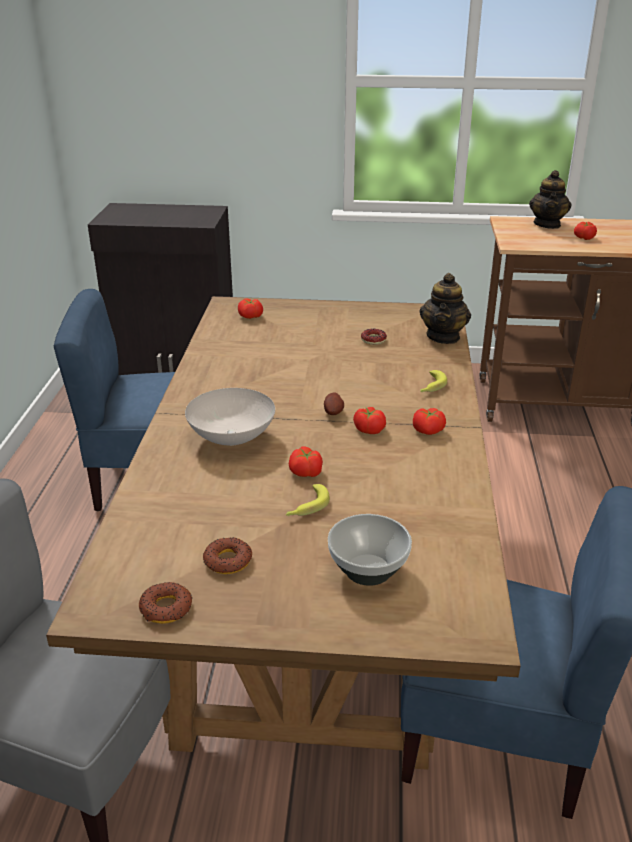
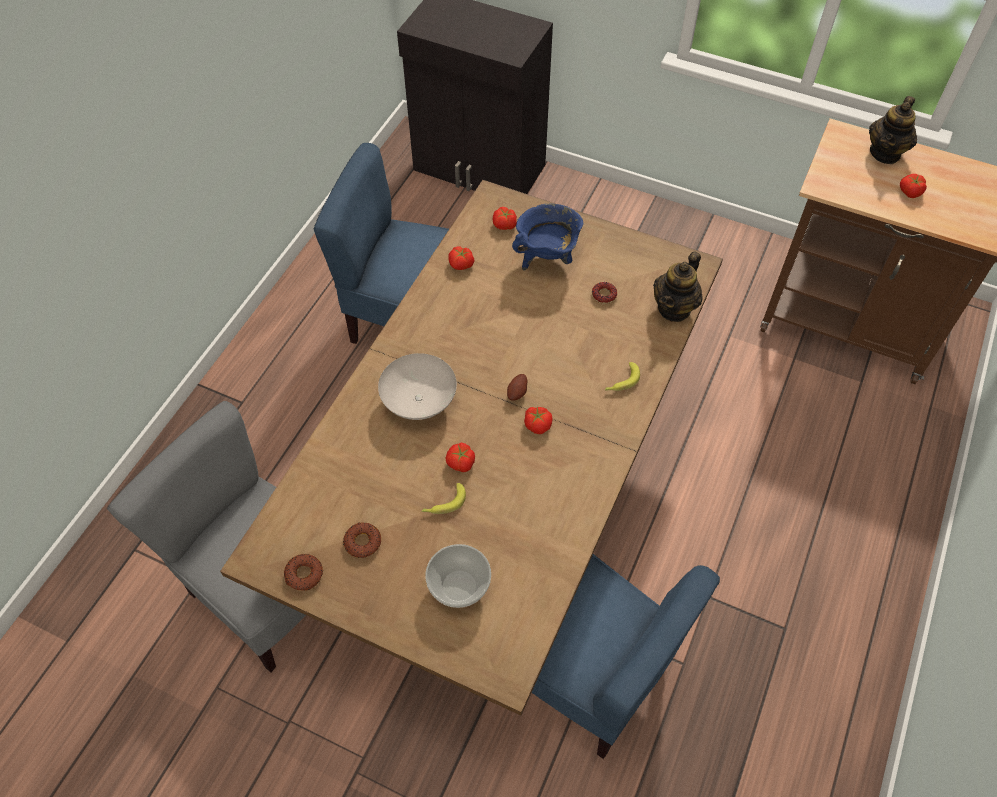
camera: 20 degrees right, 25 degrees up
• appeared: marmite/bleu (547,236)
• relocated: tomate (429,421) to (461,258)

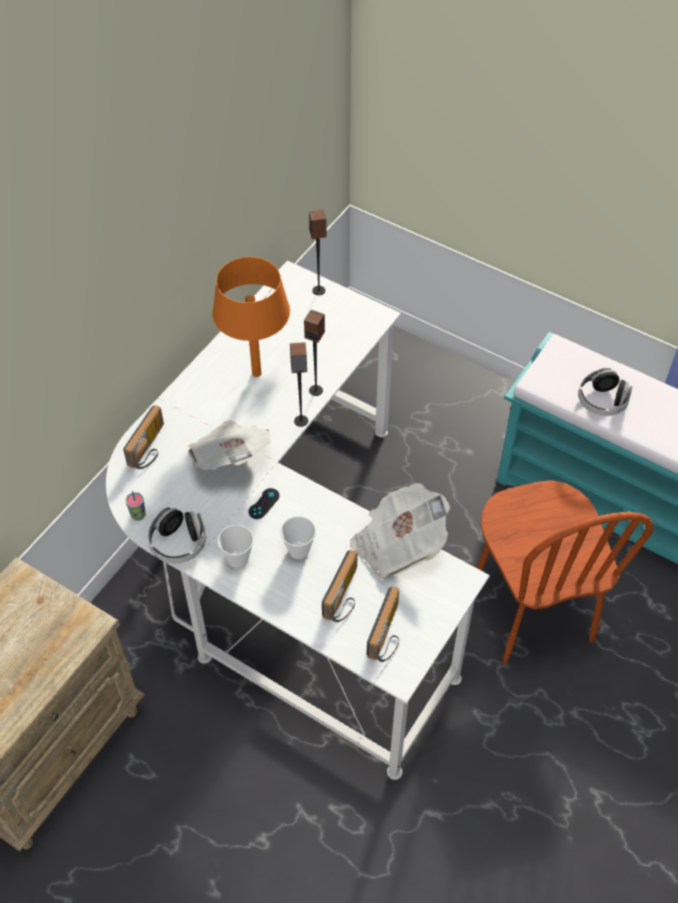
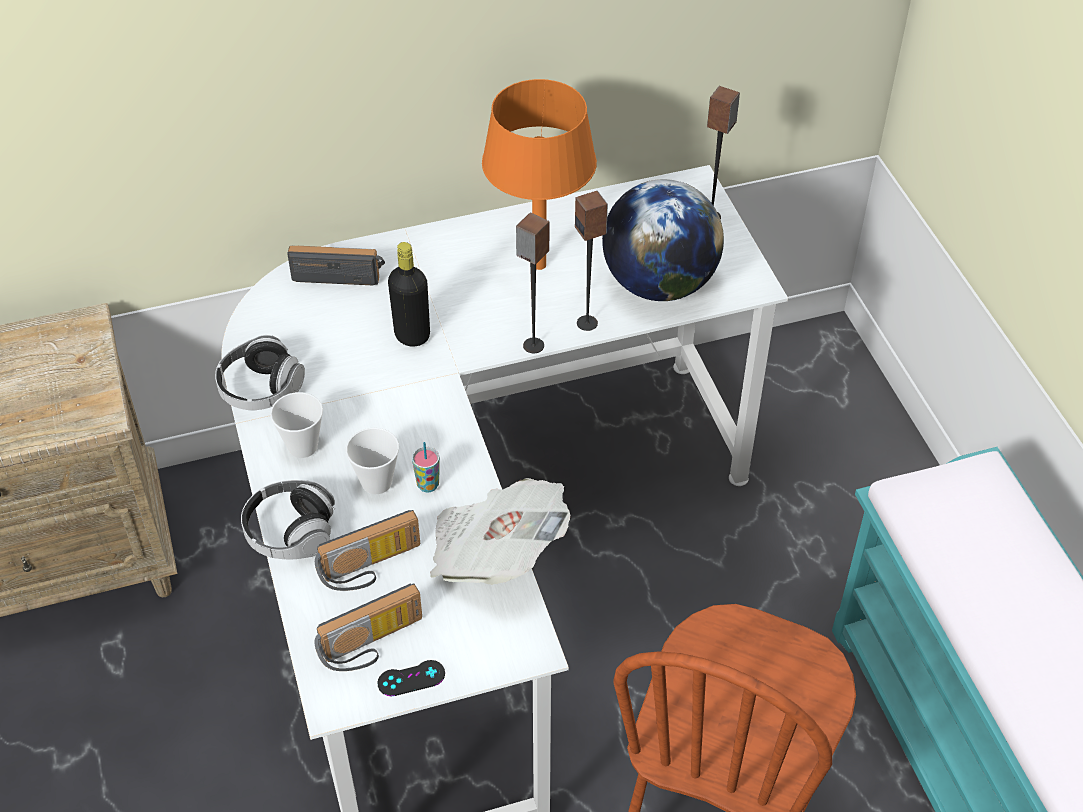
camera: 40 degrees right, 5 degrees down
• appeared: globe (663,240)
• relocated: tasse (135,506) to (426,467)
• relocated: manette/noir (264,503) to (411,678)
• relocated: casque audio (605,392) to (288,519)
• exchanged: journal (229,445) to bouteille/noir (409,294)
• spun: radio (143,437) = (336,265) 150 degrees counterclockwise

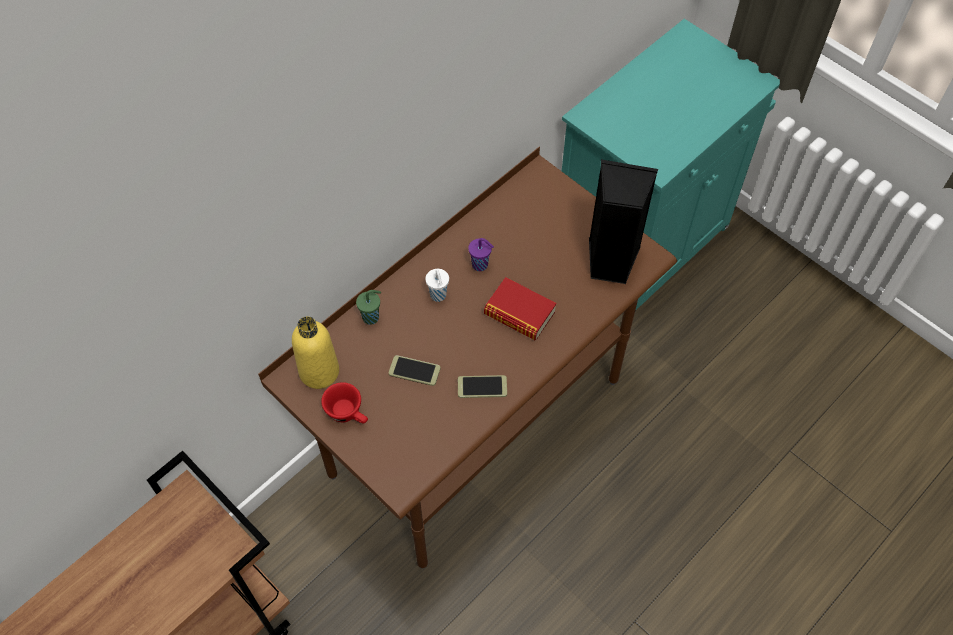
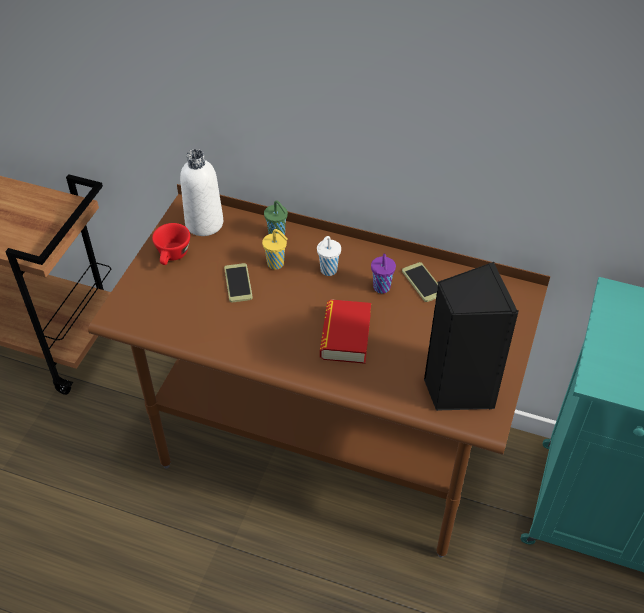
camera: 65 degrees right, 10 degrees down
• appeared: tasse/jaune (275,249)
• relocated: téléphone (482,386) to (420,282)
• colour: bouteille/jaune (315,352) to bouteille/blanc (201,192)

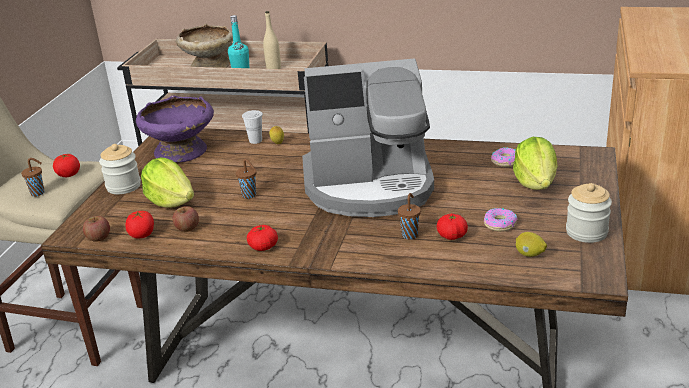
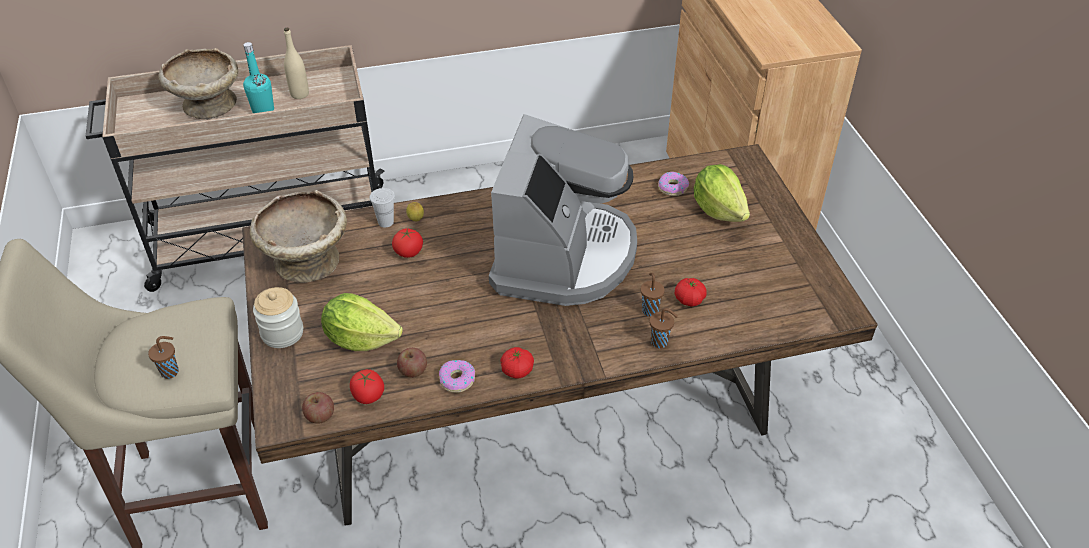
camera: 30 degrees left, 15 degrees up
• missing: citron (531,244)
• missing: bocal (589,213)
• relocated: tomate (66,165) to (407,243)
• relocated: tasse/marron (246,179) to (664,328)
• relocated: beignet (500,220) to (457,376)
• colour: bol/violet (175,128) to bol/beige (298,236)
• spun: machine à café (368,137) = (563,210) 45 degrees counterclockwise

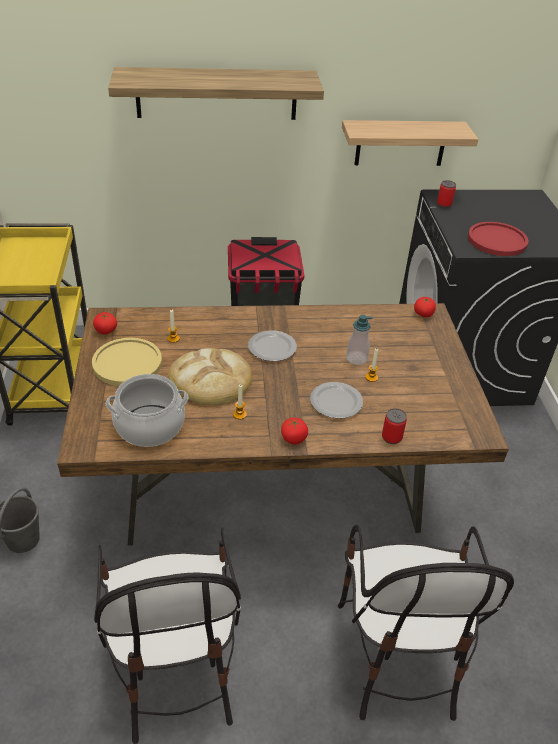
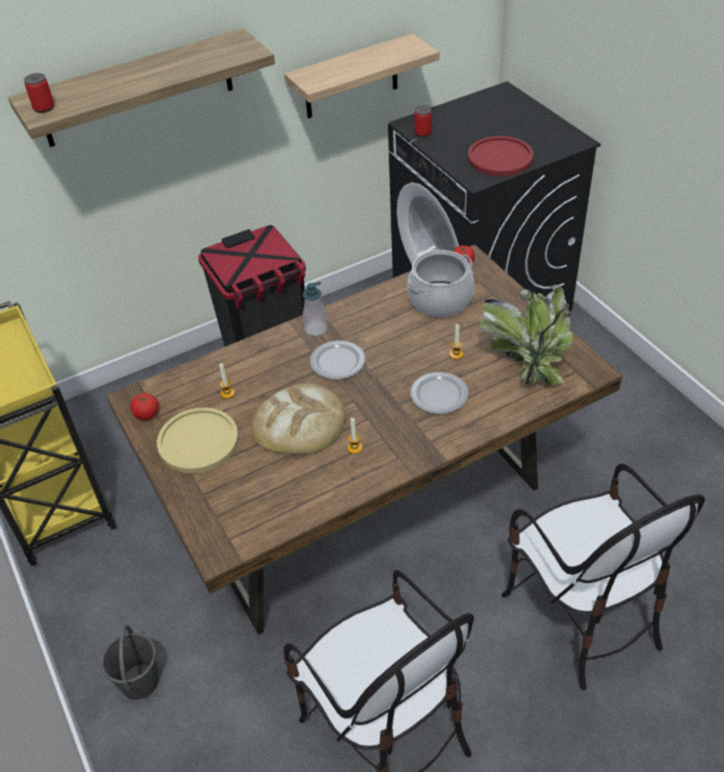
camera: 20 degrees left, 5 degrees up
• missing: tomate (294,431)
• appeared: plante en pot (526,335)
• relocated: marmite (147,410) to (440,283)
• relocated: distributeur de savon (359,340) to (315,309)
• relocated: boîte métallique (394,426) to (39,93)

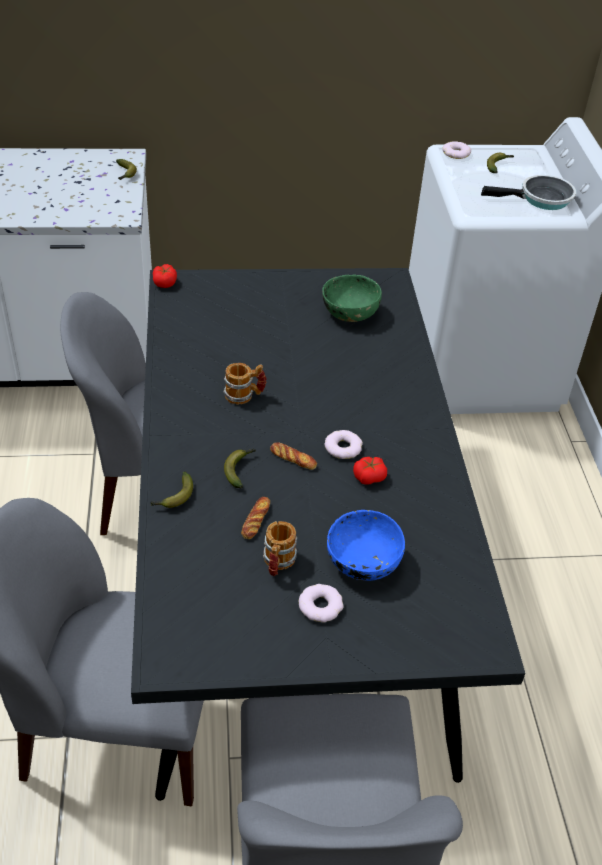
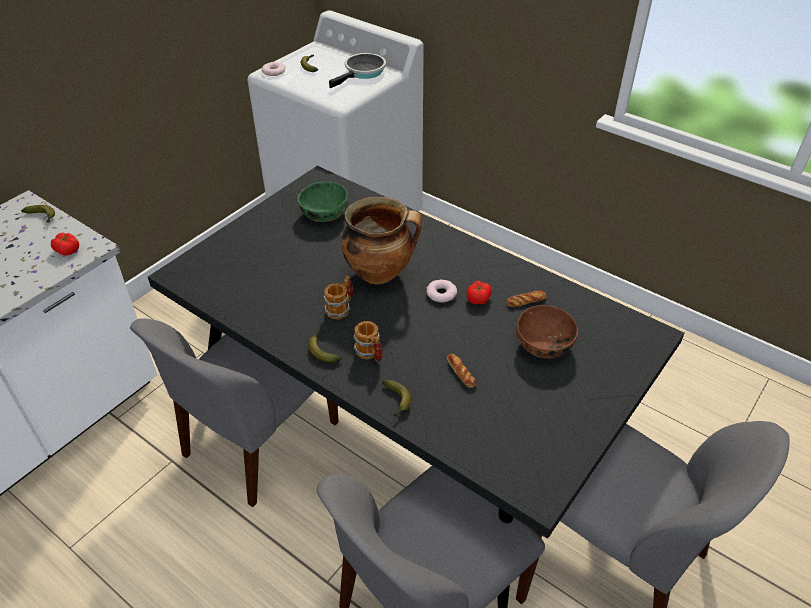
camera: 45 degrees left, 0 degrees up
• missing: beignet (321,603)
• appeared: marmite (381,240)
• relocated: tomate (165,276) to (65,244)
• relocated: banane (240,468) to (325,346)
• relocated: mug (280,548) to (368,341)
• relocated: pain (293,456) to (526,298)
• colour: bol/bleu (366,545) to bol/marron (547,332)

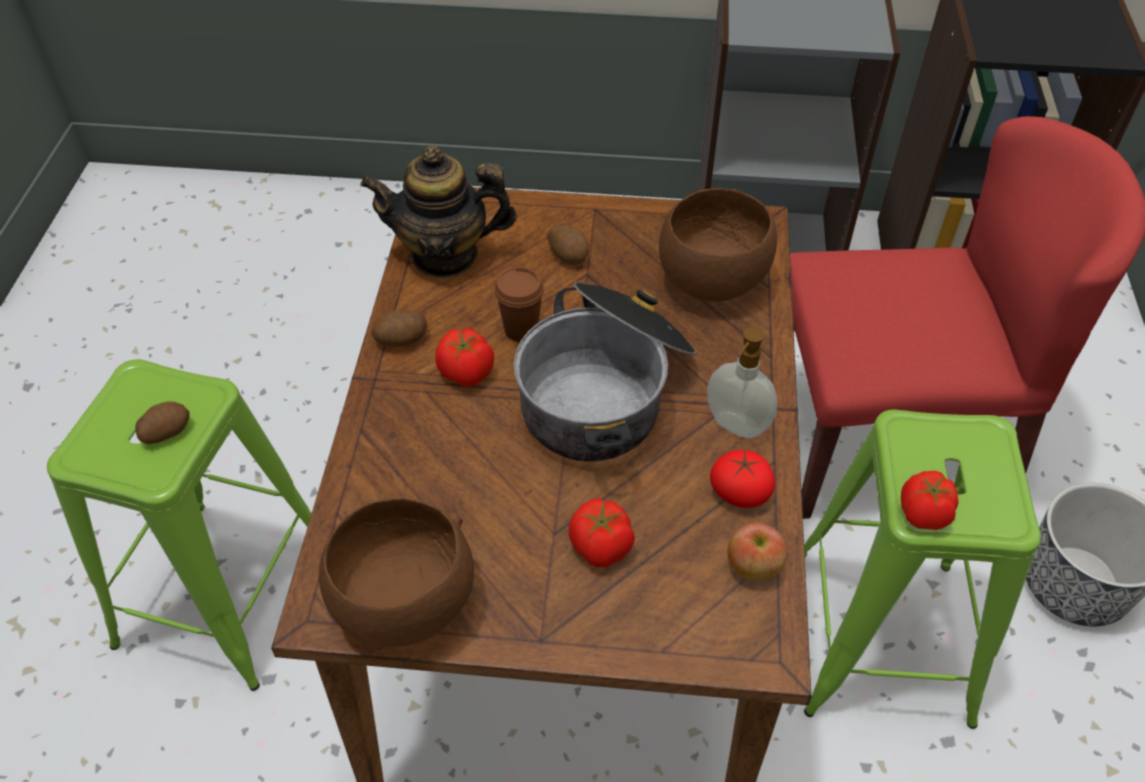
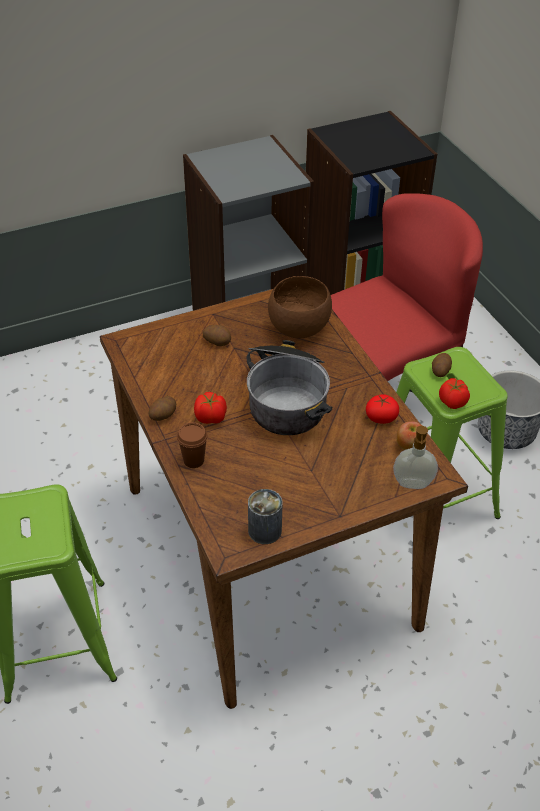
camera: 30 degrees left, 5 degrees down
• missing: théière (438,212)
• missing: tomate (602,532)
• relocated: pomme de terre (162,422) to (442,365)
• relocated: tasse/marron (519,304) to (192,445)
• relocated: distributeur de savon (742,382) to (415,457)
• exchanged: bol/marron (396,572) to boîte métallique (265,516)

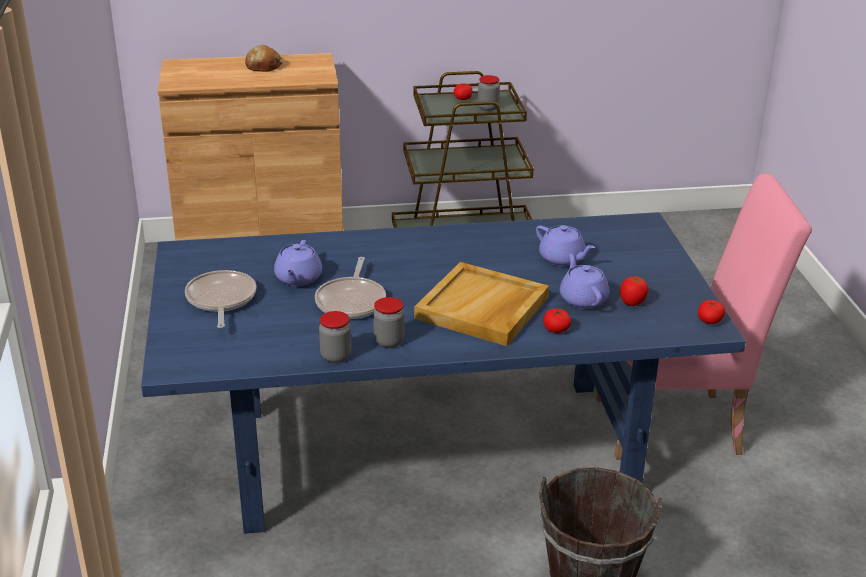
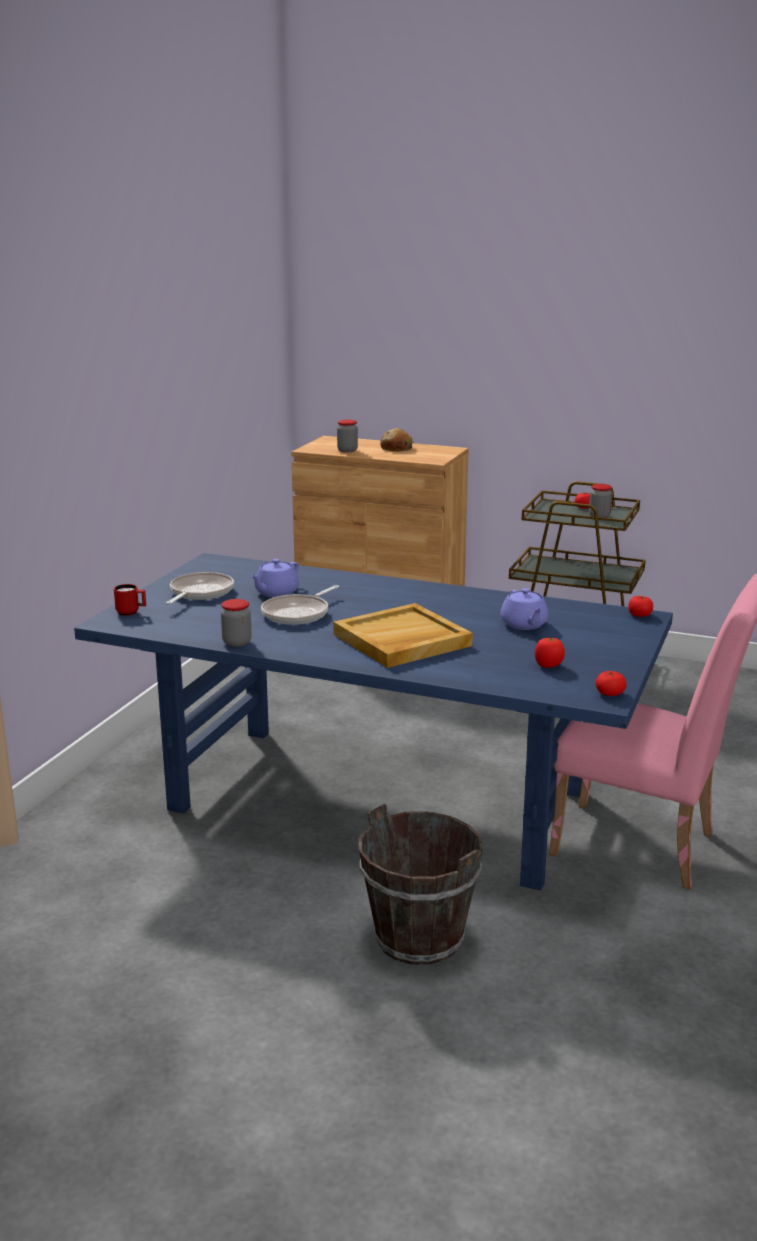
camera: 30 degrees right, 10 degrees down
• missing: théière/violet (584,281)
• appeared: mug/rouge (130,600)
• relocated: bocal (389,322) to (347,436)
• relocated: tomate (557,321) to (640,606)

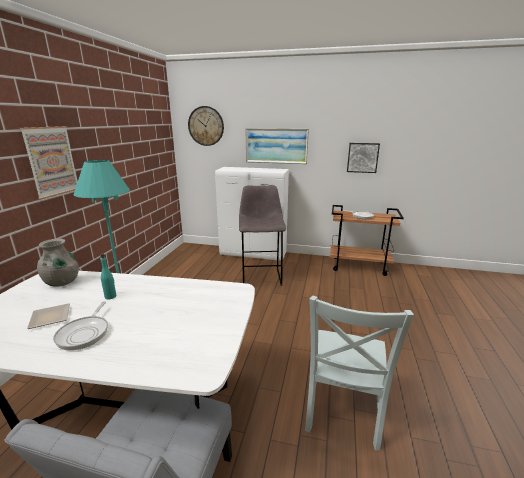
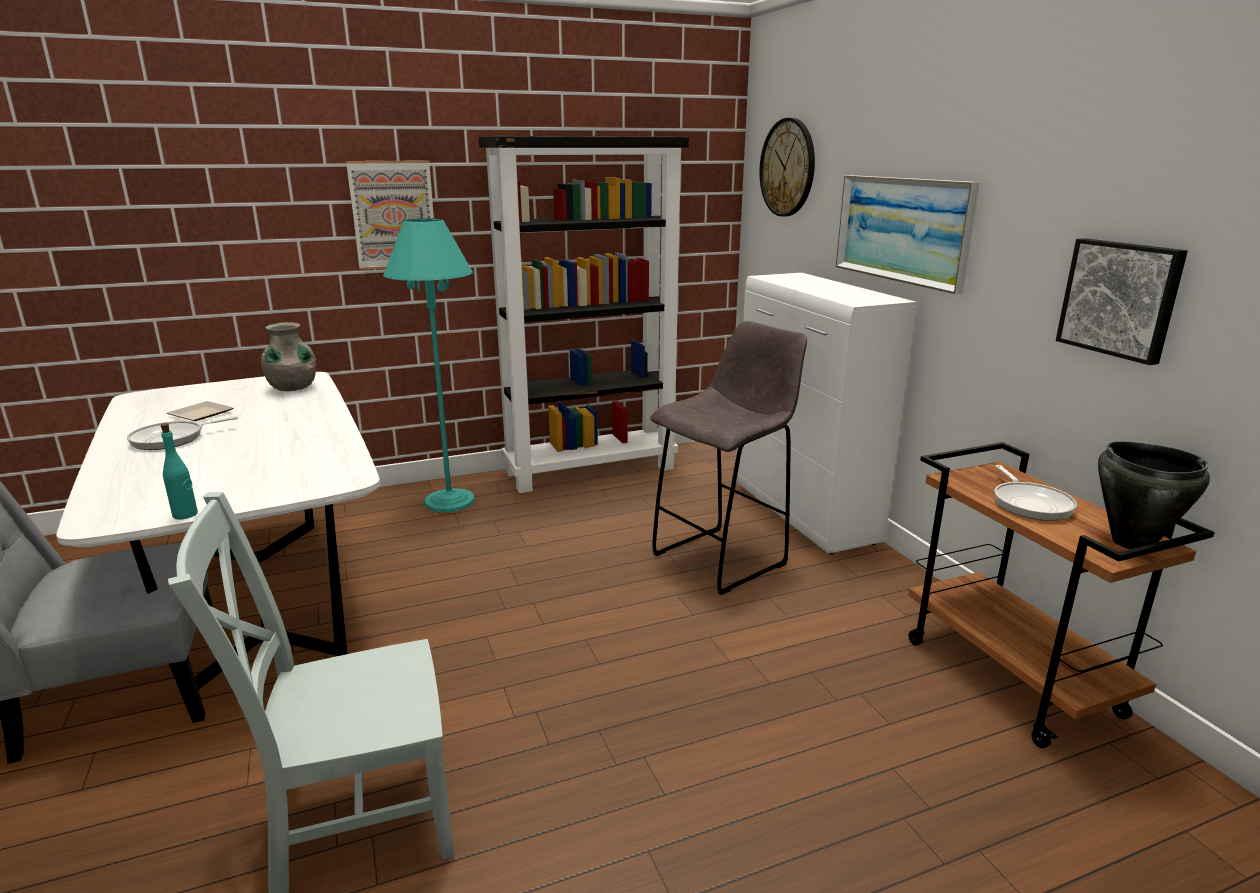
camera: 55 degrees right, 0 degrees up
• appeared: bibliothèque/noir (583,314)
• appeared: marmite/noir (1154,495)
• relocated: bouteille/turquoise (108,276) to (179,471)

